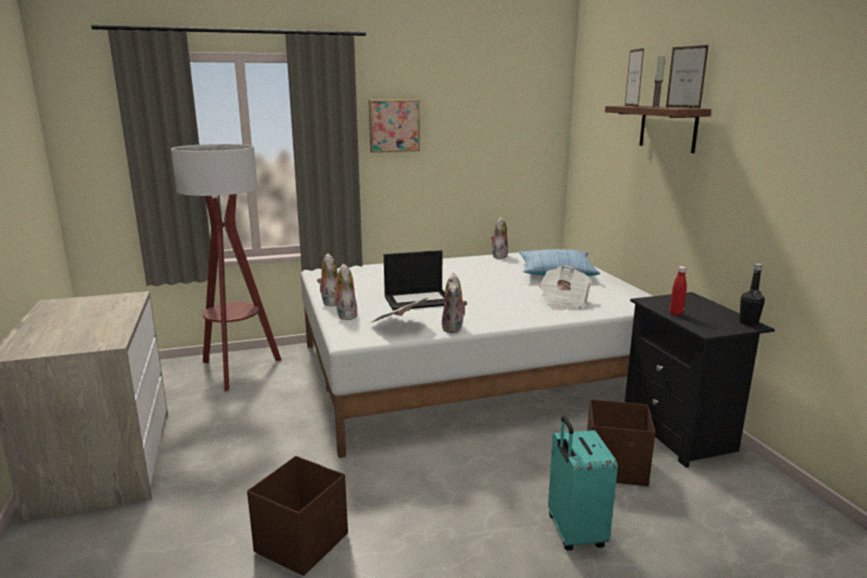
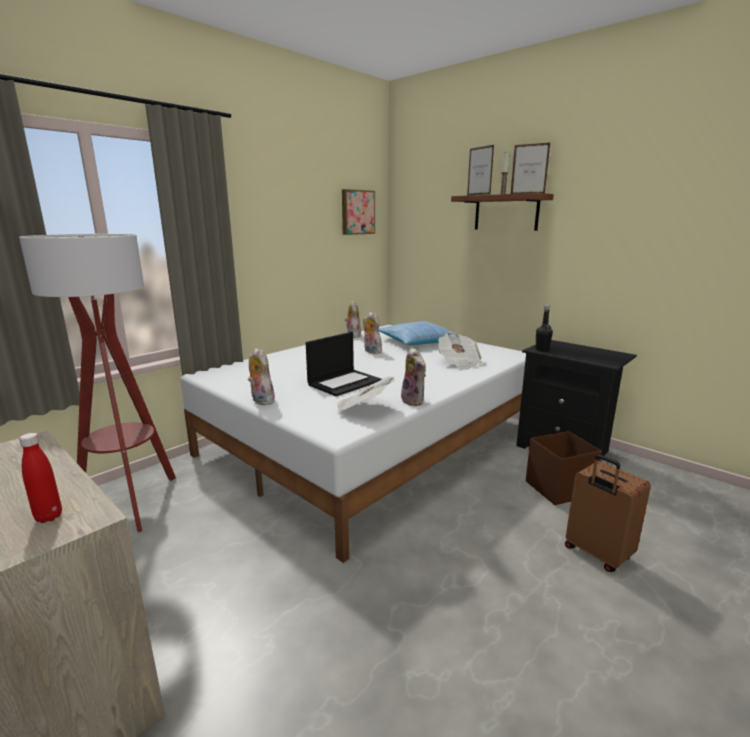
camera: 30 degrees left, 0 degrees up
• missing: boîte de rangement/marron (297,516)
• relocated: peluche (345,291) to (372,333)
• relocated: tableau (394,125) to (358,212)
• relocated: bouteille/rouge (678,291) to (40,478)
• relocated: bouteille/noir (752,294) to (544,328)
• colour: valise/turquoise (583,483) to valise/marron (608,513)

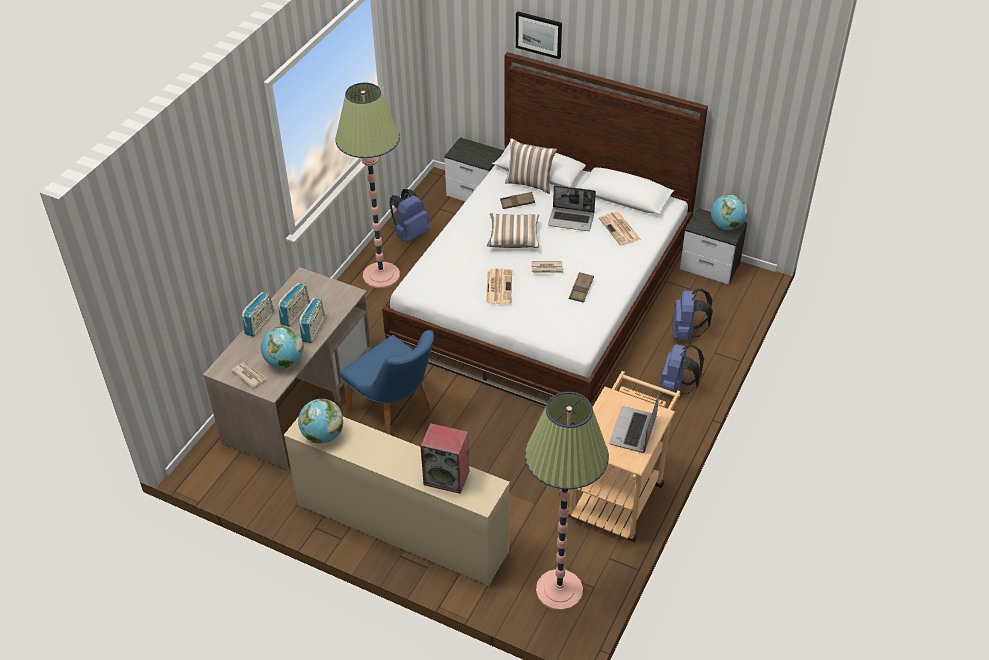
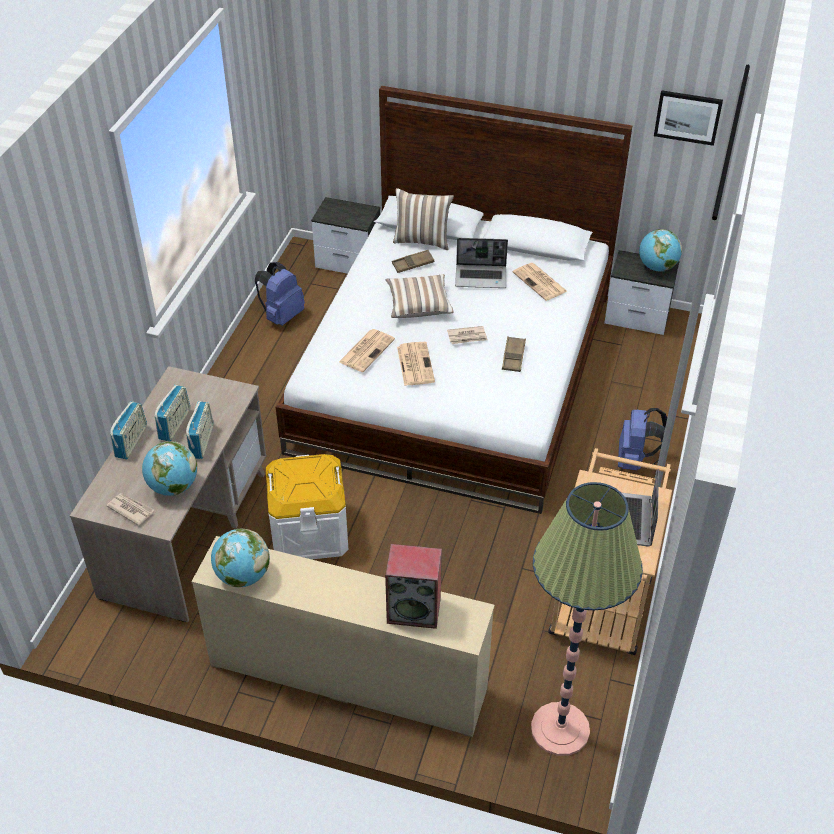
camera: 10 degrees left, 0 degrees up
• missing: lampadaire (367,185)
• missing: sac à dos/bleu (693,314)
• appeared: journal (367,350)
• relocated: tableau (539,35) to (688,118)
• exchanged: chaise/bleu (386,382) to boîte de rangement/blanc (307,506)

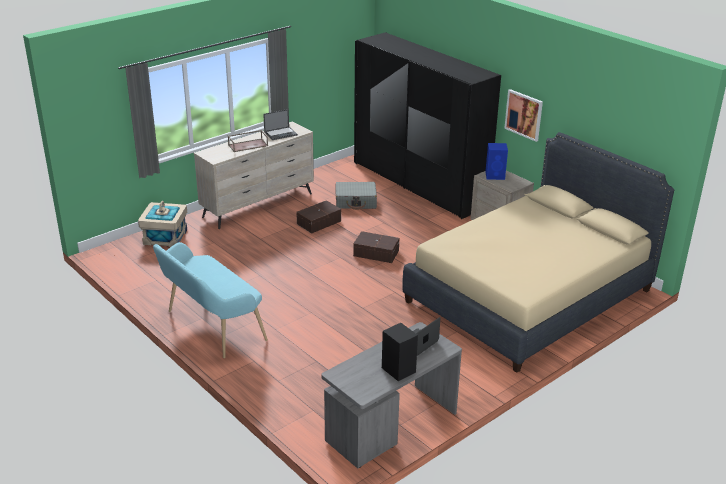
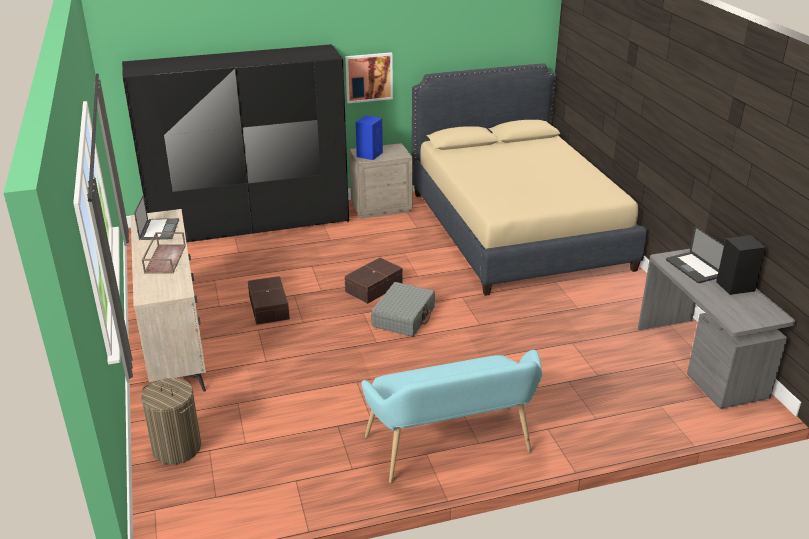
camera: 65 degrees left, 0 degrees up
• relocated: valise/gris (356,196) to (403,309)
• exchanged: boîte de rangement/beige (162,224) to panier à linge (171,421)

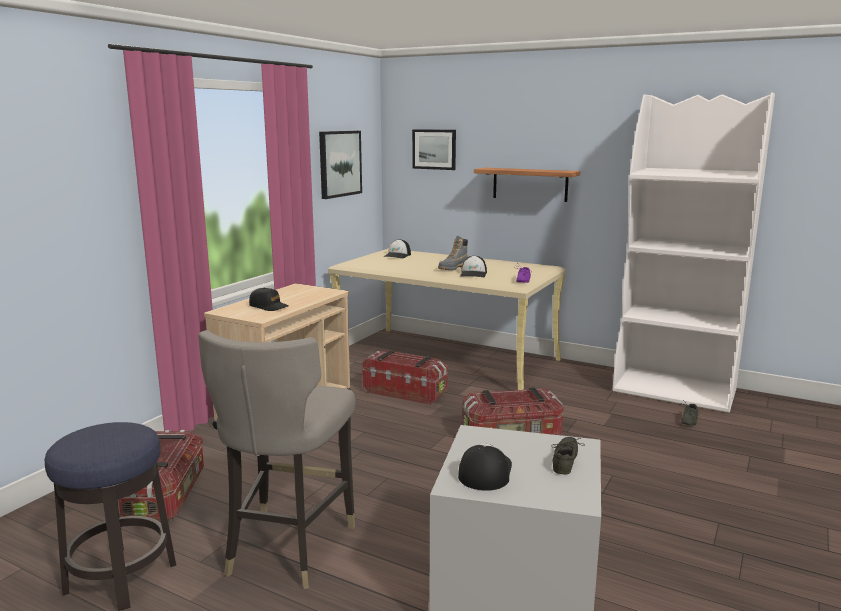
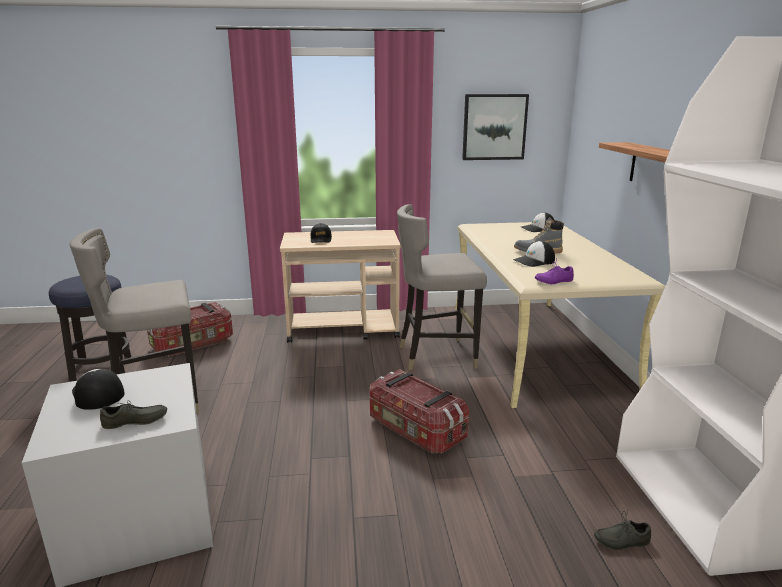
camera: 55 degrees right, 5 degrees up
• missing: tableau (434,149)
• exchanged: boîte de rangement (405,378) to tabouret/gris (442,287)
• spun: casquette (485,467) = (98,389) 105 degrees counterclockwise

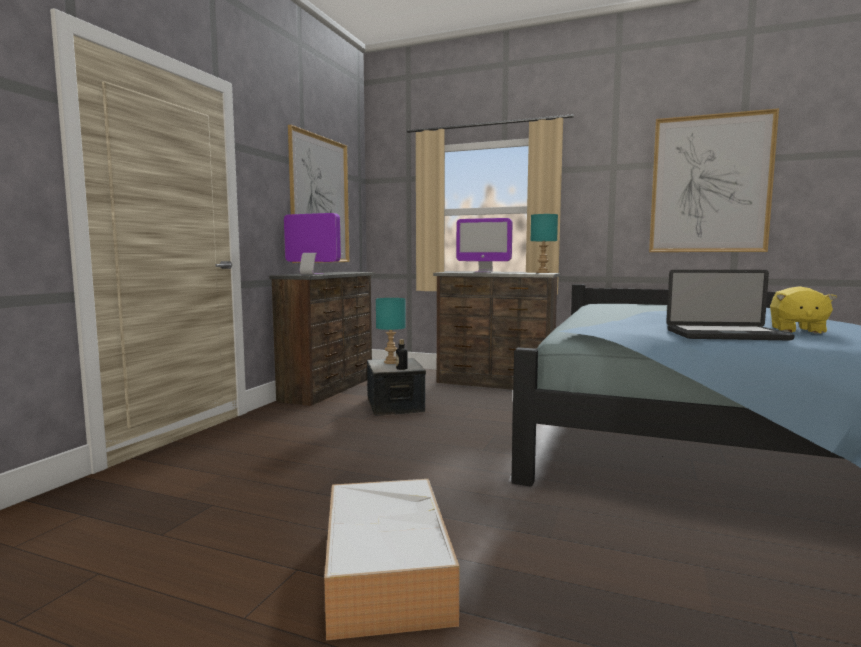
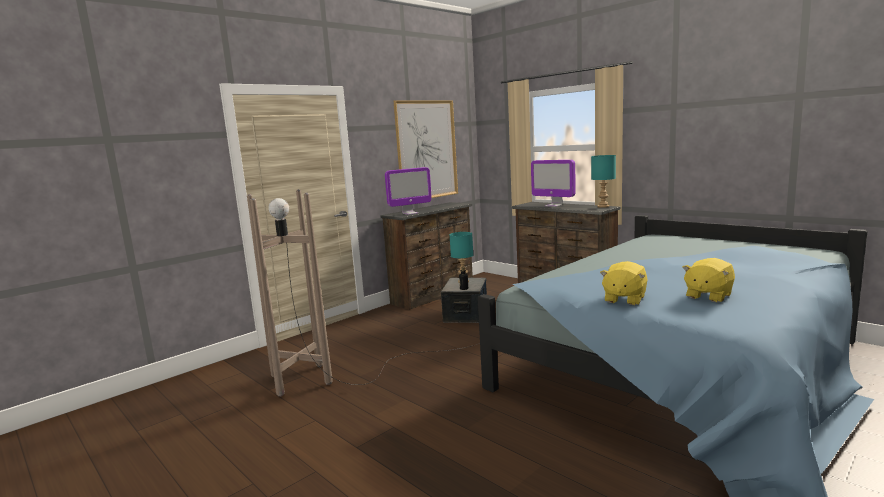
camera: 25 degrees right, 5 degrees up
• missing: boîte de rangement (391,559)
• missing: tableau (714,180)
• appeared: lampadaire/marron (363,293)
• exchanged: ordinateur portable (730,305) to peluche/jaune (624,283)
• spun: écran d'ordinateur (312,244) = (408,191) 105 degrees clockwise

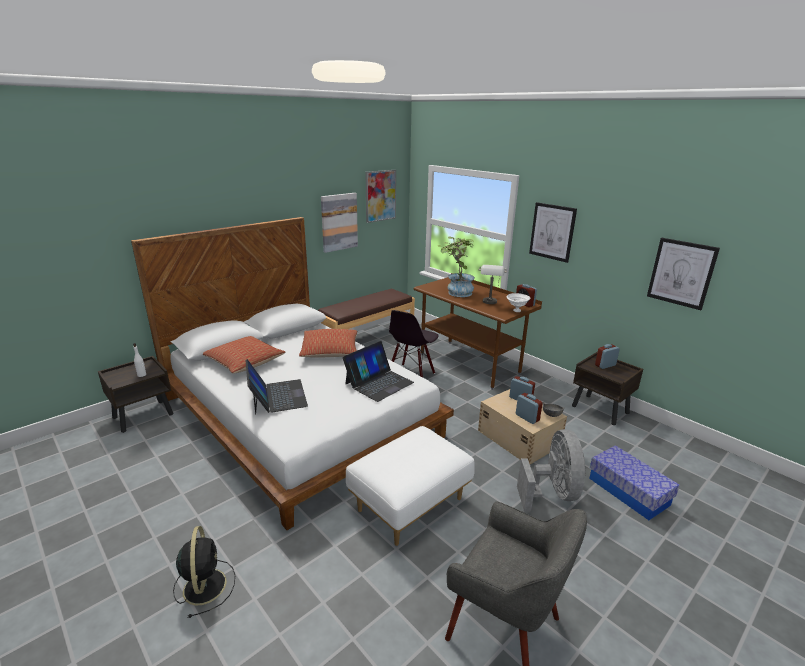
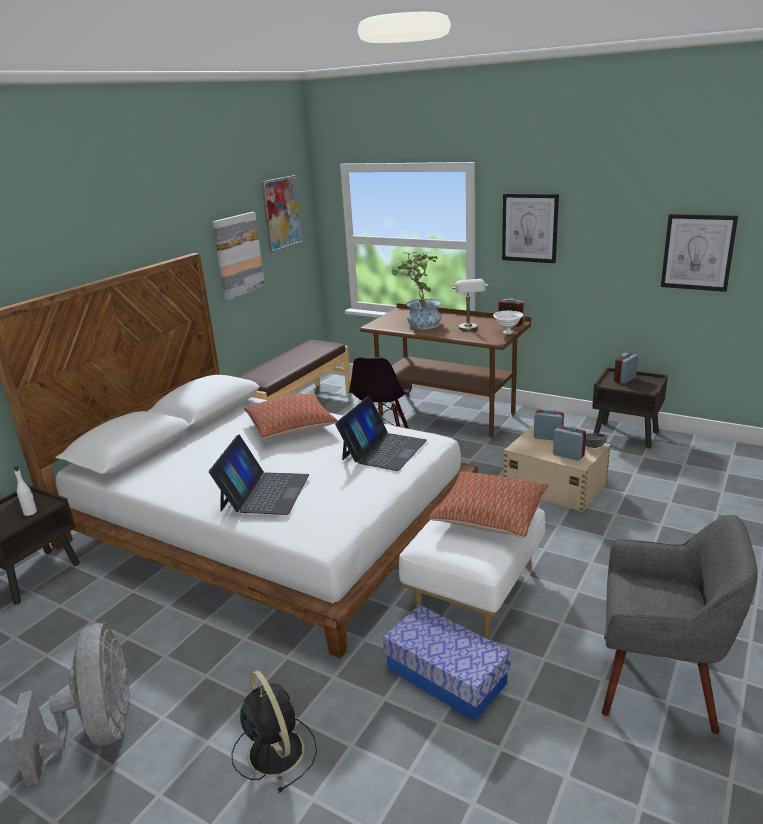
camera: 15 degrees left, 0 degrees up
• relocated: coussin (244,355) to (489,504)
• relocated: ventilateur/gris (551,470) to (69,704)
• relocated: boîte de rangement (634,482) to (447,663)
• spun: ordinateur portable (277,387) = (259,475) 45 degrees clockwise

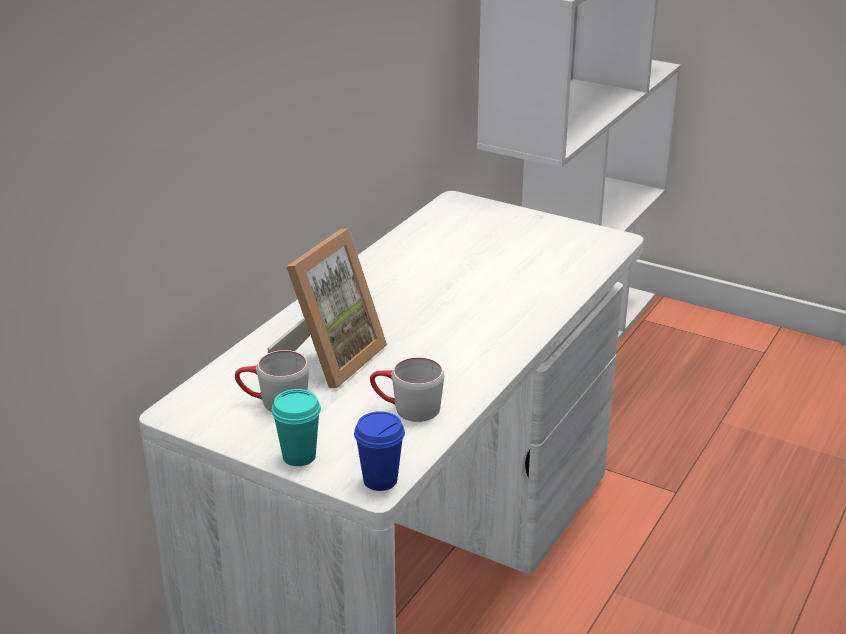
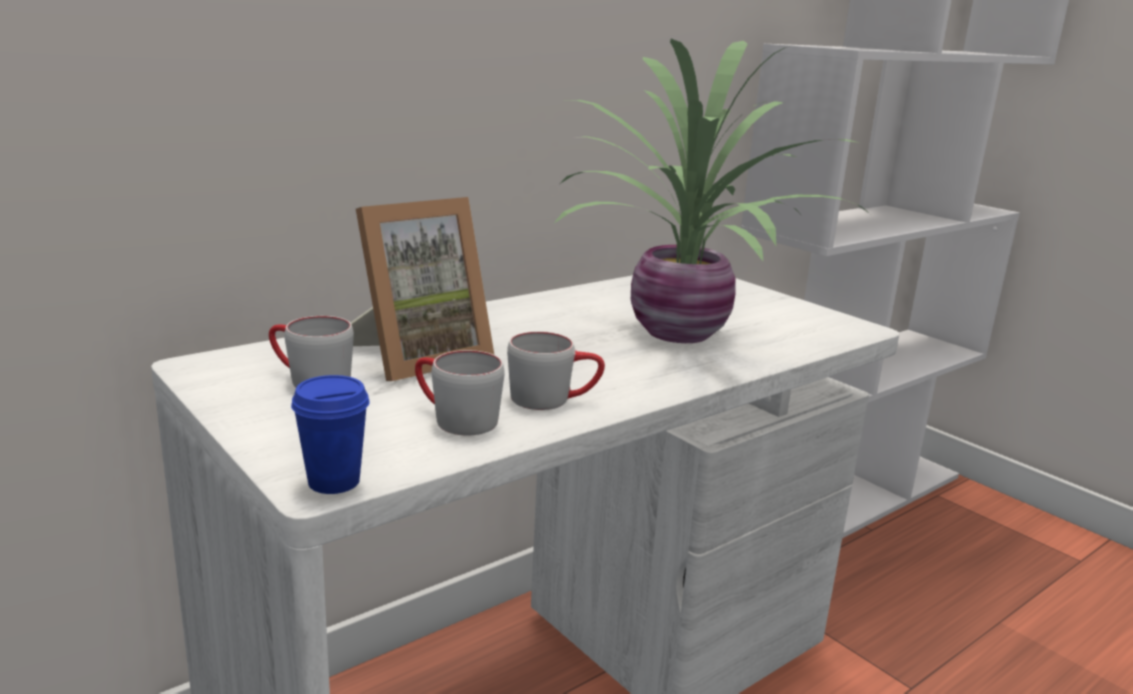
camera: 20 degrees right, 10 degrees down
• missing: tasse/turquoise (296,427)
• appeared: mug/gris (556,370)
• appeared: plante en pot (711,191)

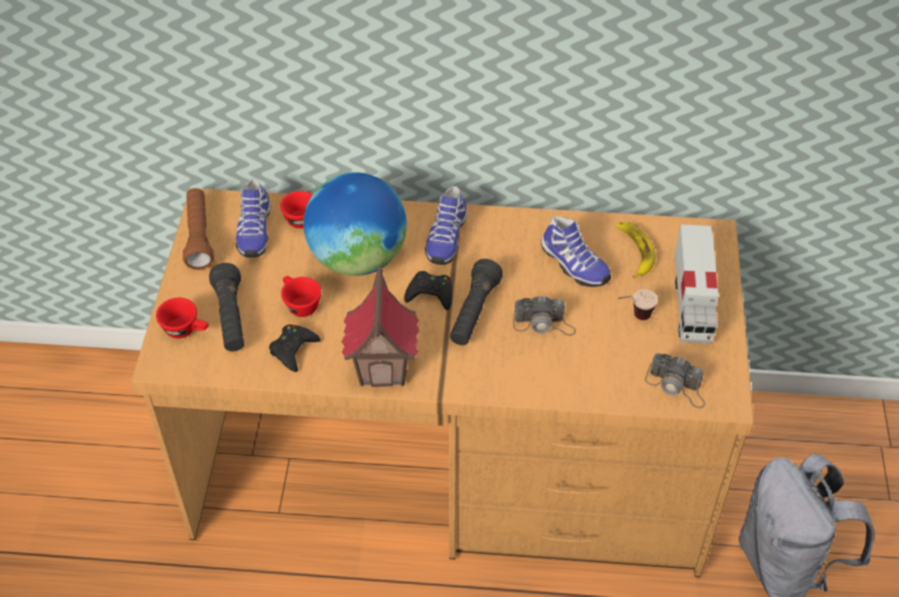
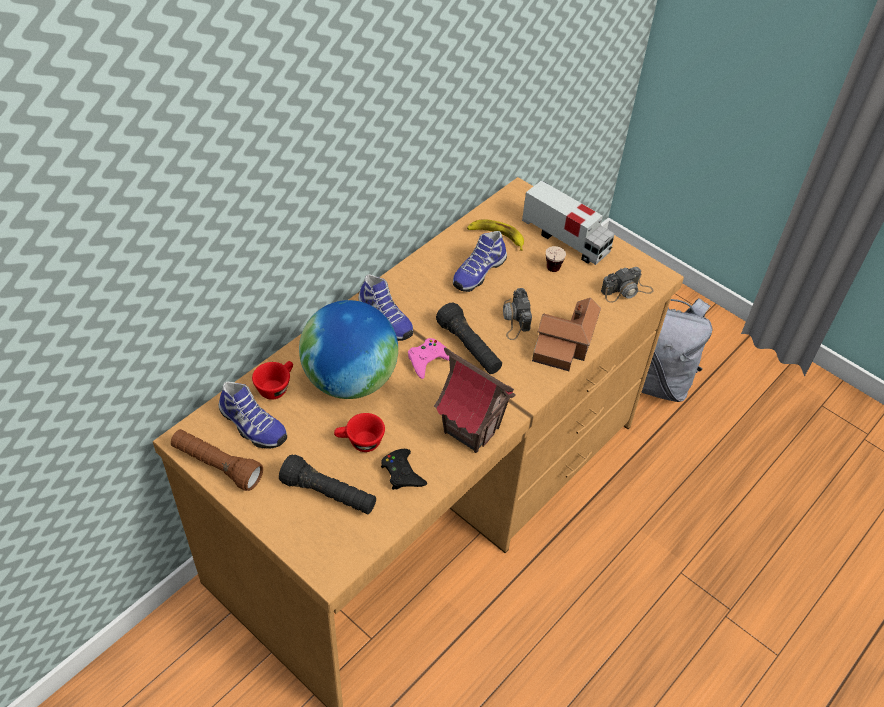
camera: 55 degrees left, 0 degrees up
• missing: tasse/rouge (182,318)
• appeared: maison miniature (566,334)
• colour: manette/noir (428,290) to manette/rose (428,358)
• spun: appareil photo (544,316) = (517,314) 135 degrees clockwise
• spun: chaussure (576,251) = (480,261) 135 degrees clockwise

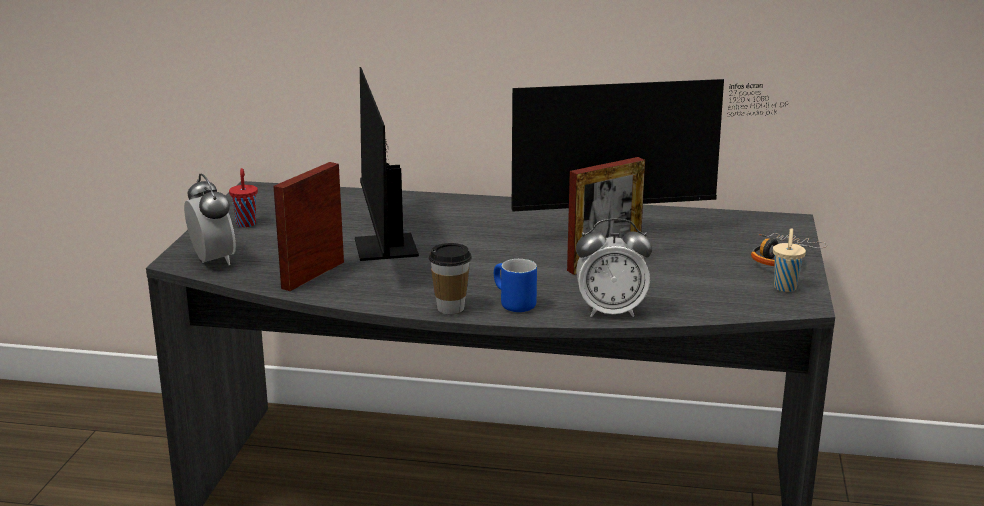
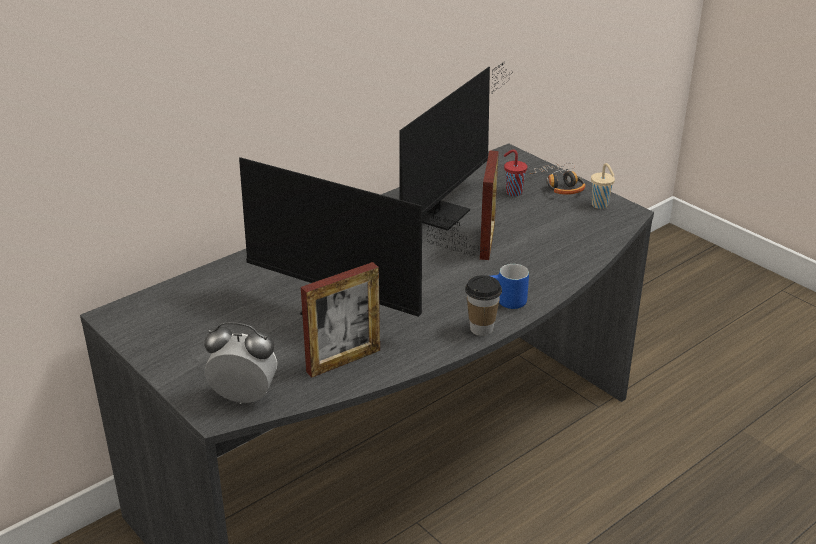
camera: 50 degrees left, 10 degrees up
• missing: réveil (614,267)
• relocated: tasse/rouge (243,197) to (515,173)
• spun: cadre photo (308,226) = (340,320) 105 degrees counterclockwise

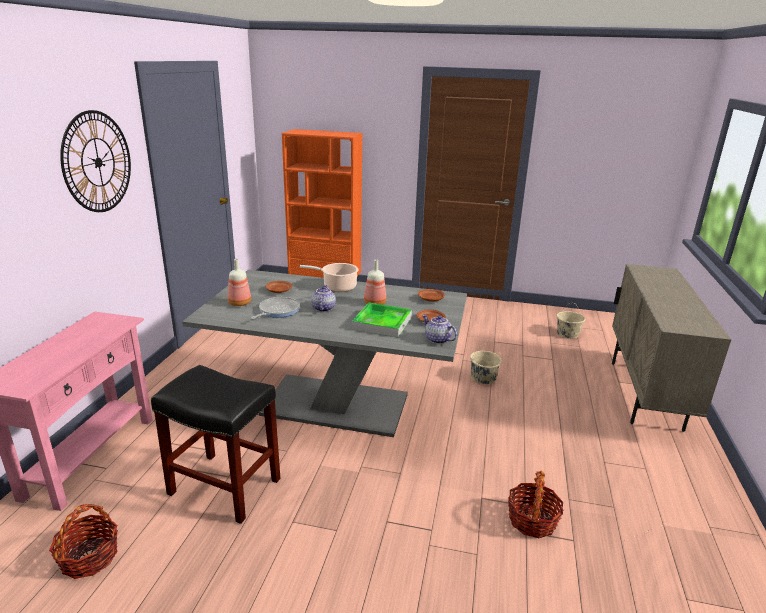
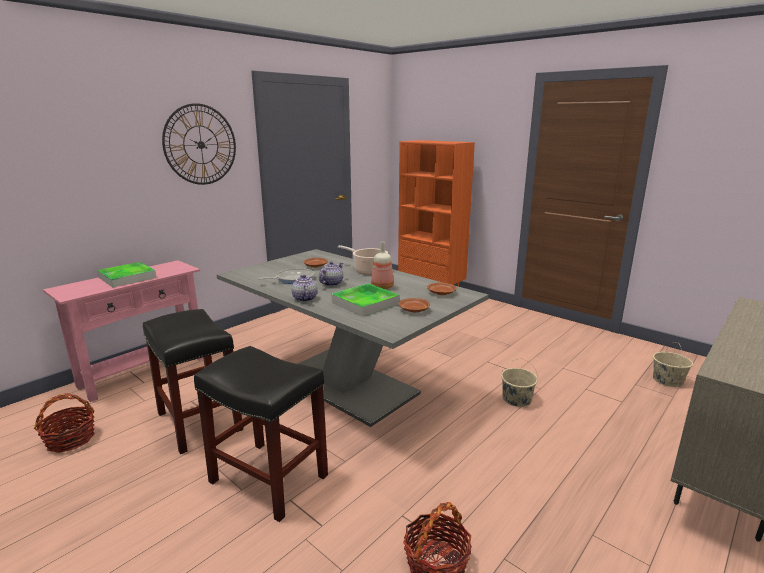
camera: 30 degrees right, 5 degrees down
• missing: bouteille (239,282)
• appeared: plateau (127,275)
• appeared: tabouret/noir (261,434)
• relocated: théière (439,329) to (304,288)

